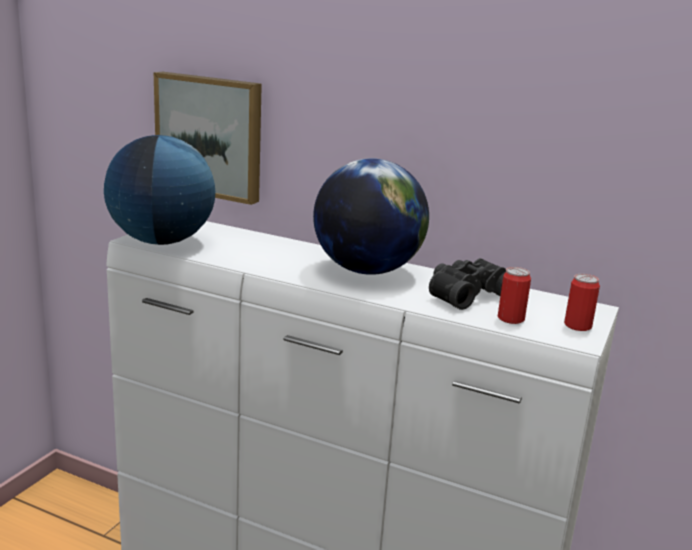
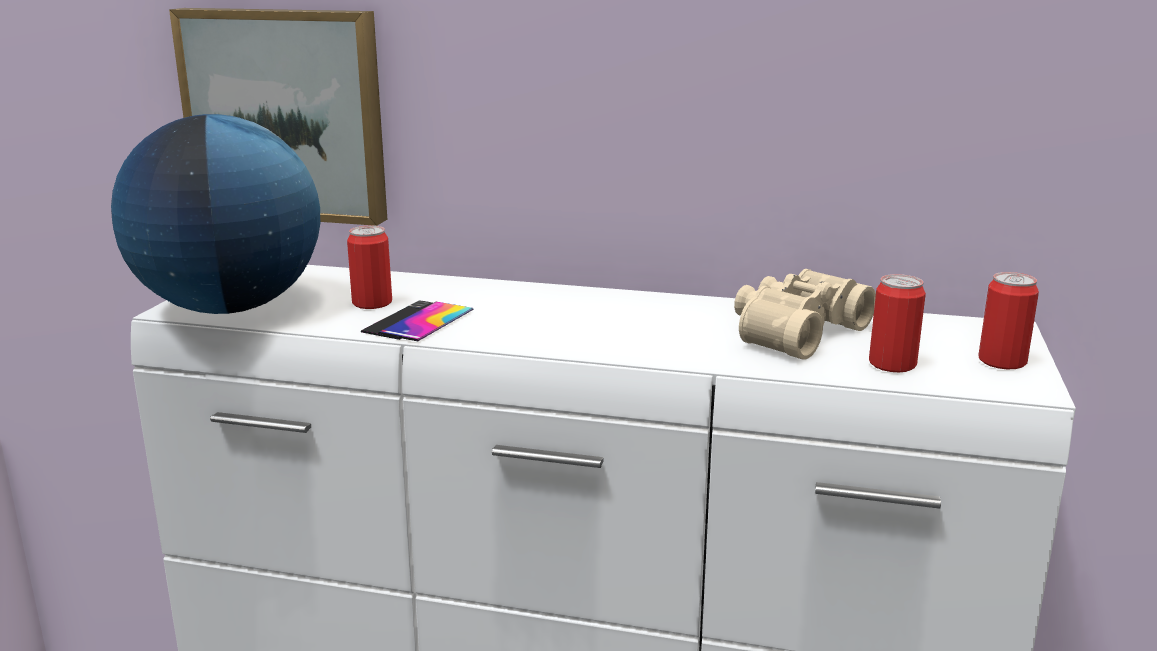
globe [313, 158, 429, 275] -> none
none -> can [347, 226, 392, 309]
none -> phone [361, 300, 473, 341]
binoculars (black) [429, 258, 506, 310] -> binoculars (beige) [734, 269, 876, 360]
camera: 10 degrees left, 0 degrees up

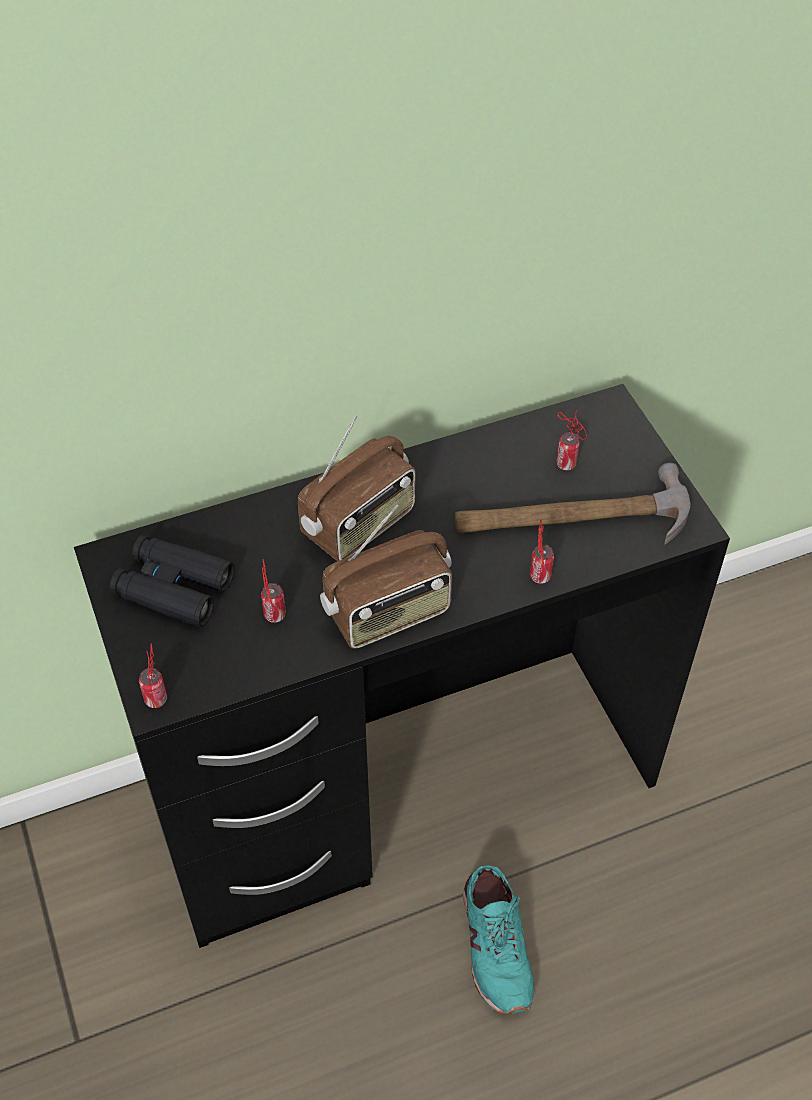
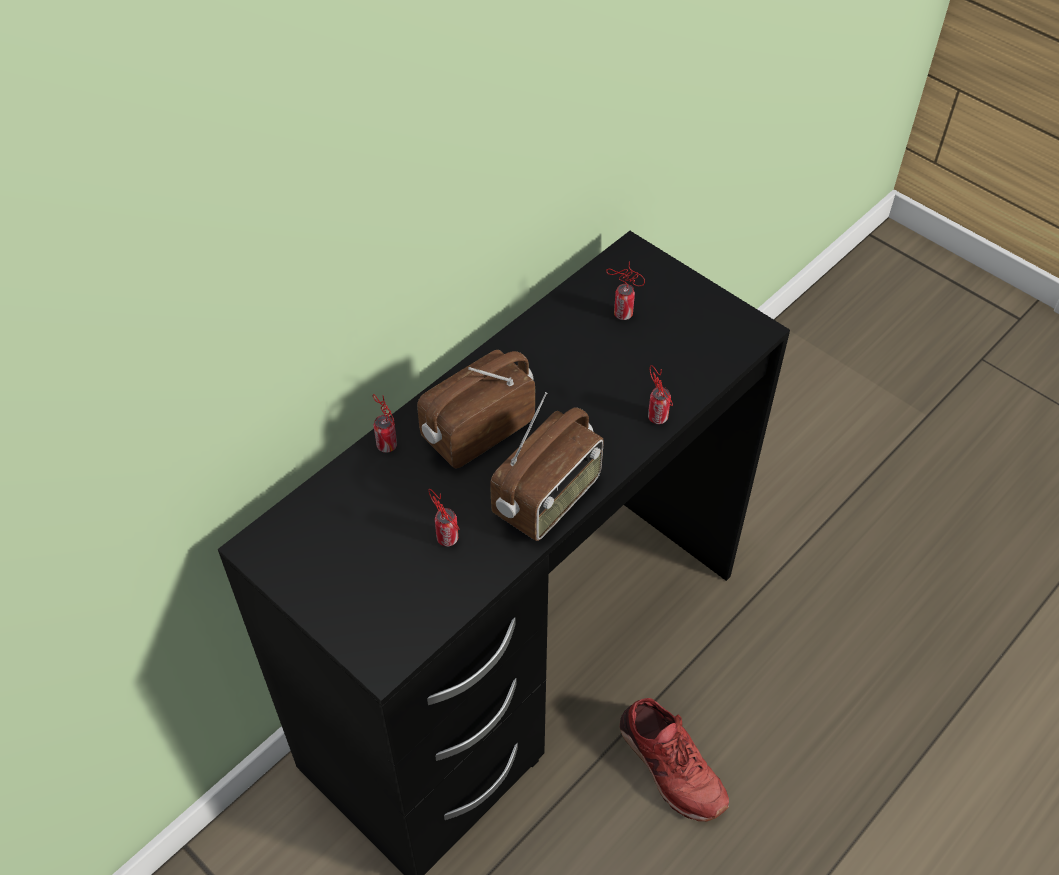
binoculars (black) [109, 535, 235, 627] -> none
hammer [455, 463, 691, 545] -> none
can [139, 643, 167, 708] -> can [373, 394, 397, 453], relocated
shoe (turquoise) [463, 865, 534, 1014] -> shoe (red) [620, 698, 729, 821]
radio [298, 415, 416, 561] -> radio [417, 350, 535, 468], 150 degrees counterclockwise
camera: 25 degrees left, 0 degrees up

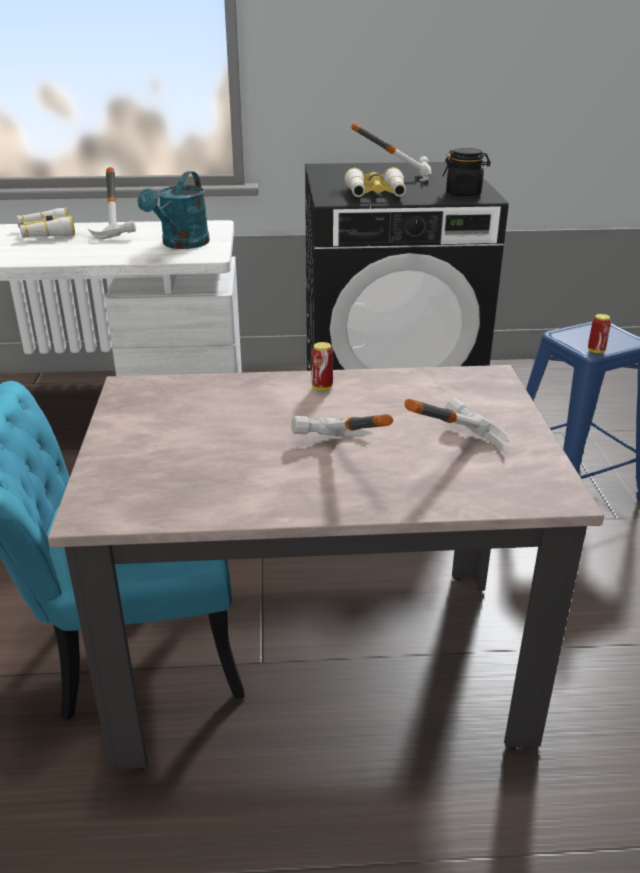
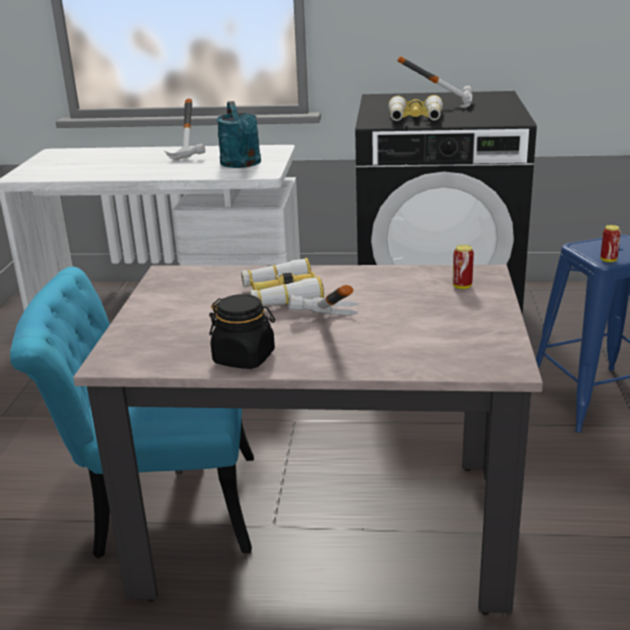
hammer [404, 398, 510, 451] -> none
binoculars [16, 207, 75, 238] -> binoculars [241, 258, 324, 305], relocated
can [311, 342, 333, 391] -> can [453, 245, 474, 289], relocated
jar (black) [443, 148, 491, 196] -> jar (black) [209, 294, 275, 369], relocated
watering can (turquoise) [138, 171, 210, 249] -> watering can (turquoise) [216, 101, 261, 168], 45 degrees counterclockwise
camera: 10 degrees right, 5 degrees down

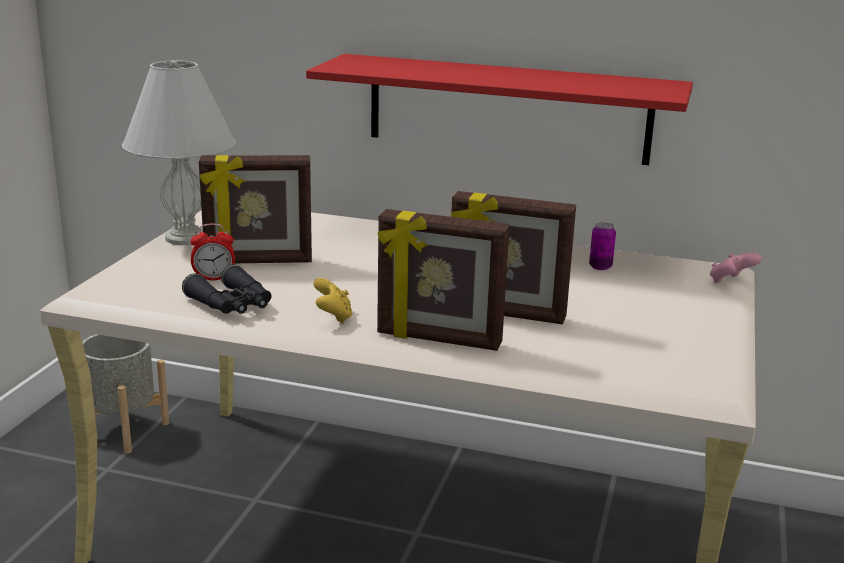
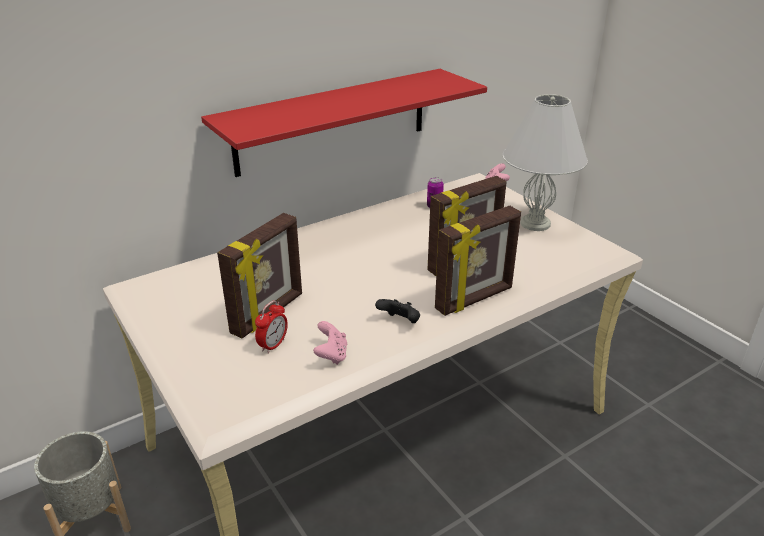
table lamp (white) [122, 60, 236, 245] -> table lamp (white) [503, 94, 588, 231], relocated
binoculars (black) [182, 264, 271, 314] -> game controller (pink) [313, 321, 347, 365]
game controller (yellow) [313, 278, 353, 323] -> game controller (black) [375, 299, 420, 323]
camera: 50 degrees left, 10 degrees up

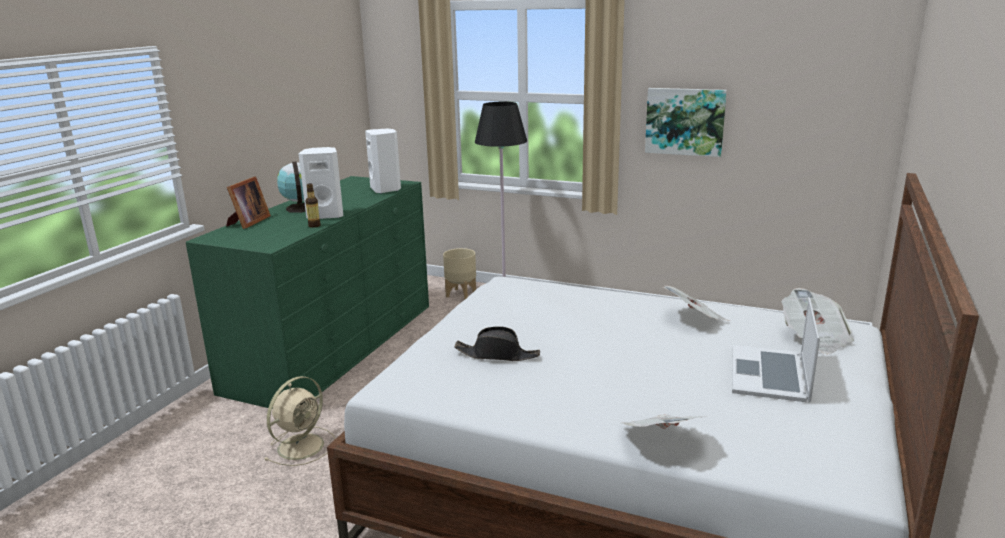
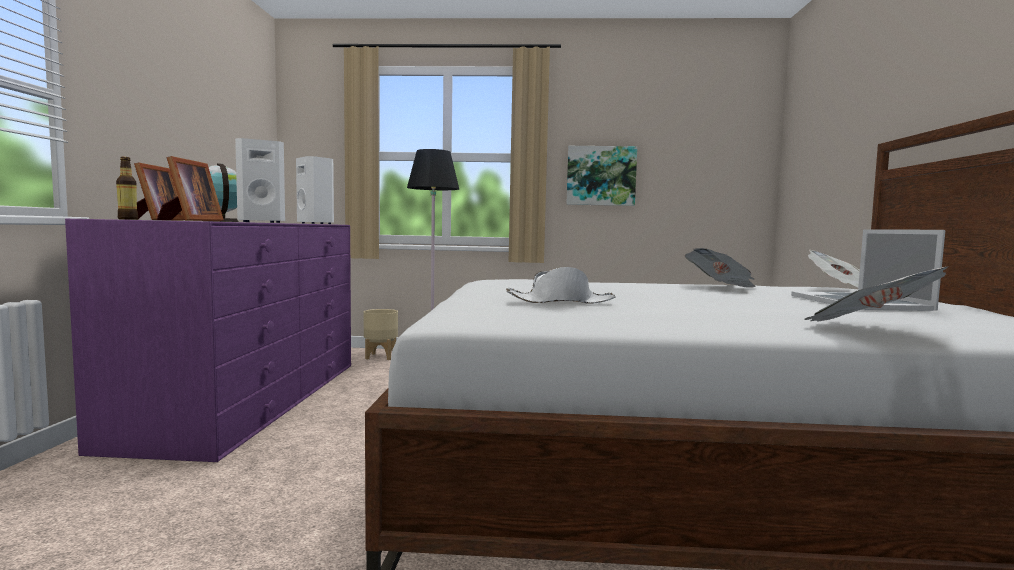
fan (beige) [265, 376, 335, 466] -> none
none -> picture frame [157, 156, 224, 221]
bottle [306, 183, 321, 228] -> bottle [116, 157, 138, 220], relocated
dresser (green) [186, 176, 429, 409] -> dresser (purple) [65, 219, 351, 462]
hat (black) [454, 326, 540, 361] -> hat (white) [506, 267, 616, 304]
camera: 20 degrees left, 15 degrees down

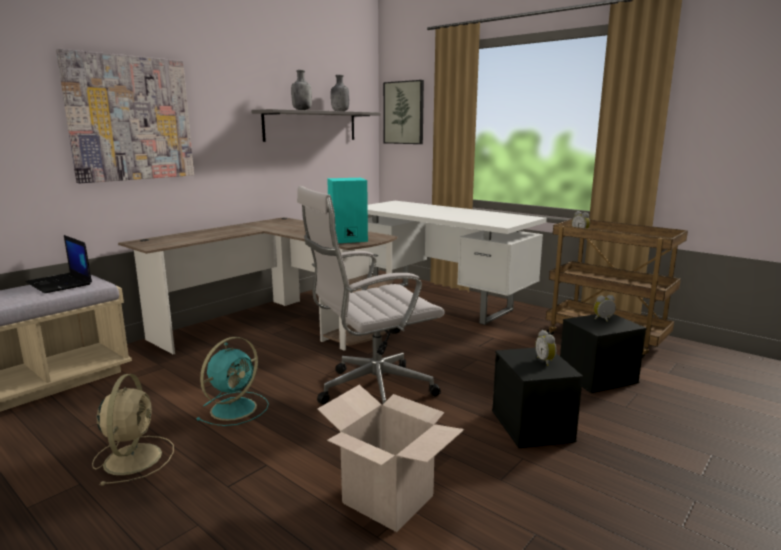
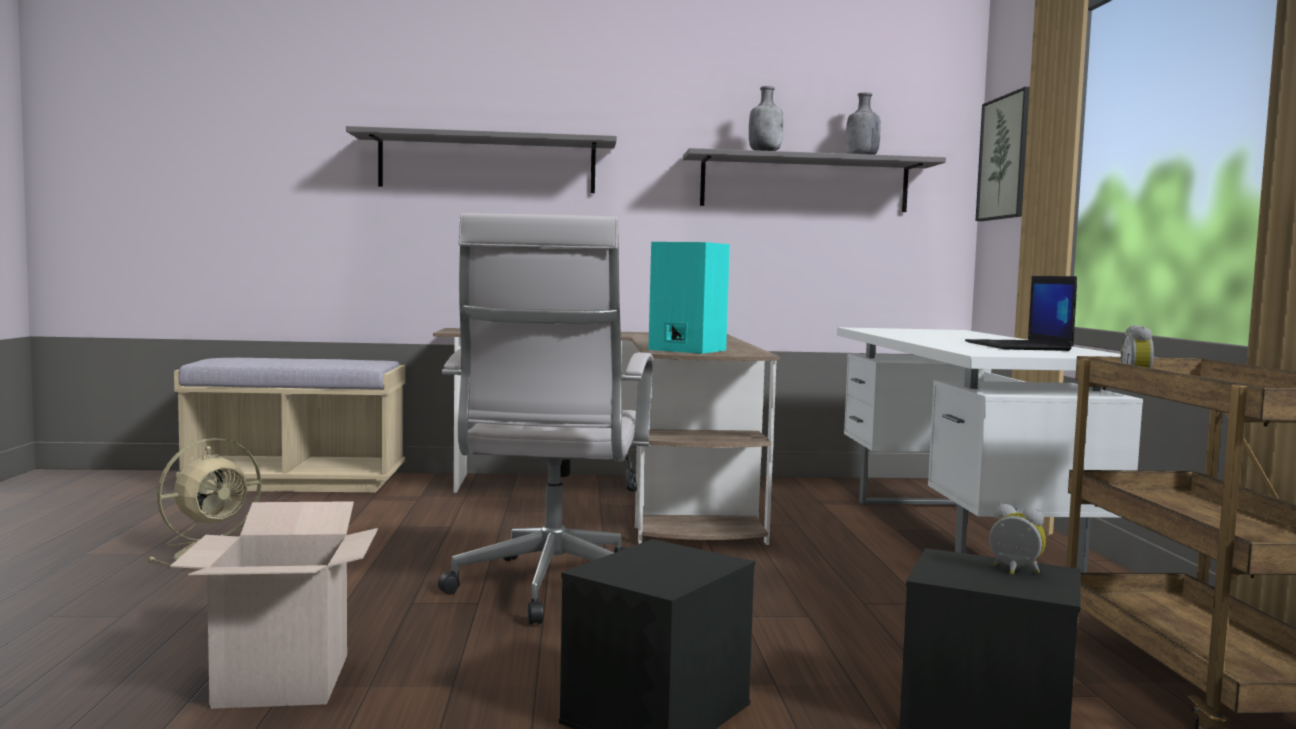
fan (turquoise) [196, 337, 269, 426] -> none
alarm clock [535, 330, 556, 366] -> none
laptop [26, 235, 92, 293] -> laptop [965, 276, 1077, 351], relocated
picture [56, 49, 194, 183] -> shelf (grey) [346, 126, 617, 193]
office chair (white) [297, 186, 445, 405] -> office chair (white) [438, 213, 653, 624], 105 degrees counterclockwise
camera: 45 degrees right, 10 degrees down

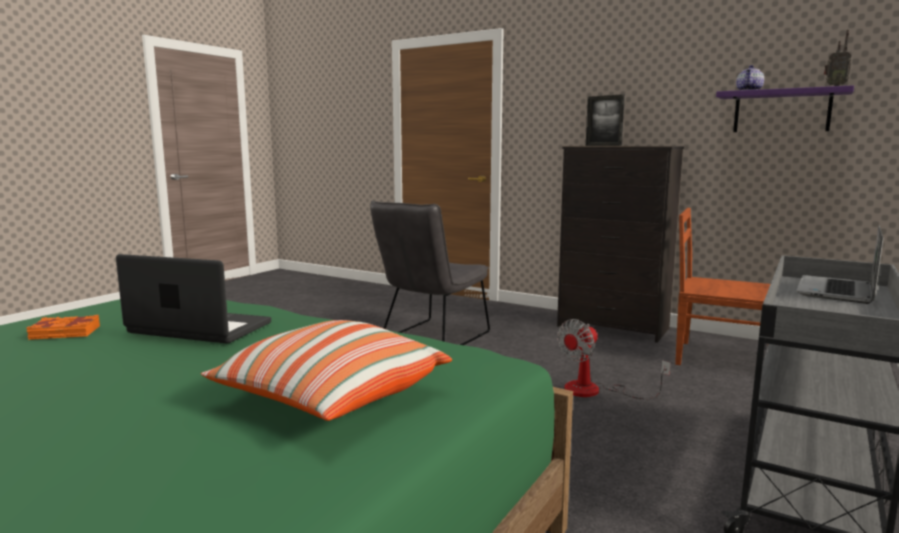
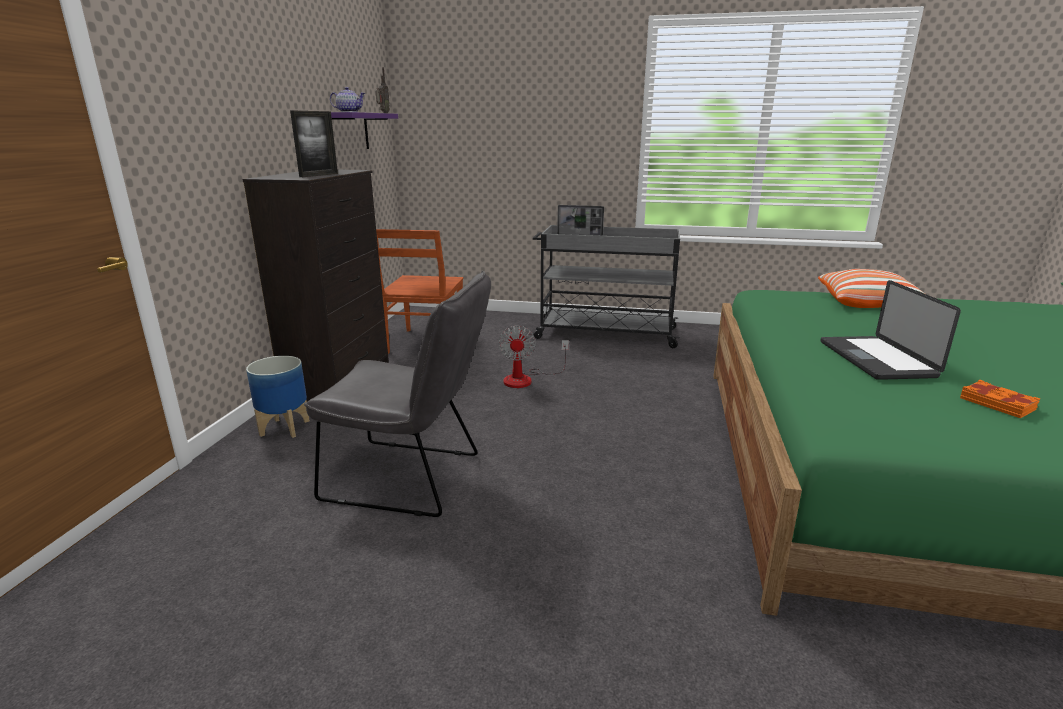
none -> planter [246, 356, 310, 438]
fan [557, 319, 671, 399] -> fan [498, 325, 569, 388], 60 degrees clockwise
camera: 110 degrees left, 10 degrees up

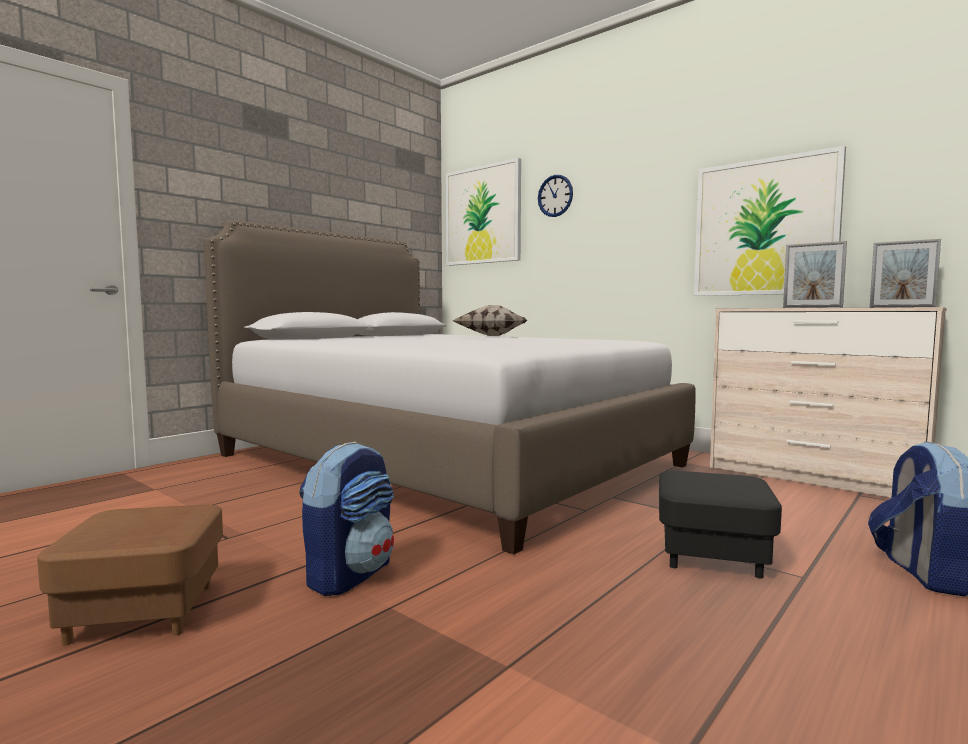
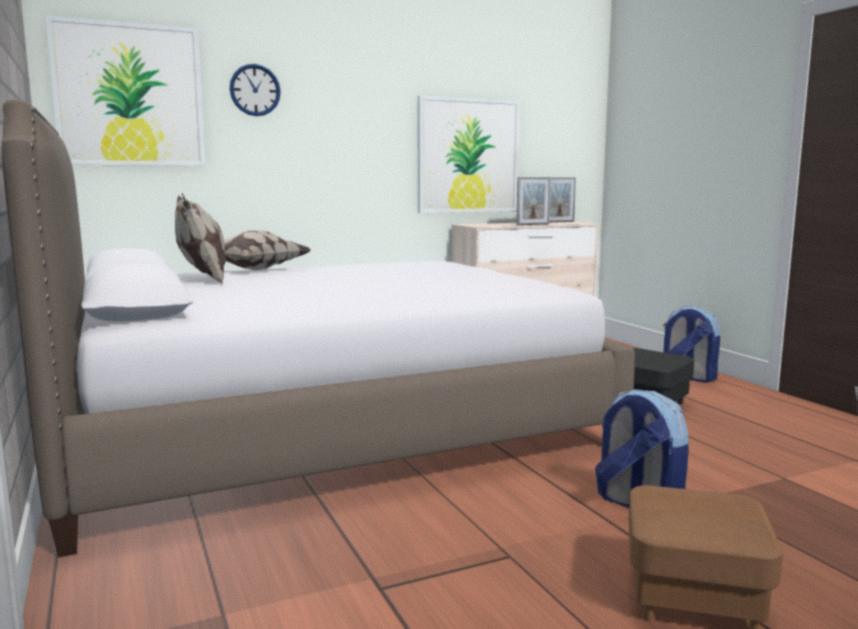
none -> pillow [175, 193, 225, 284]
camera: 65 degrees left, 5 degrees up

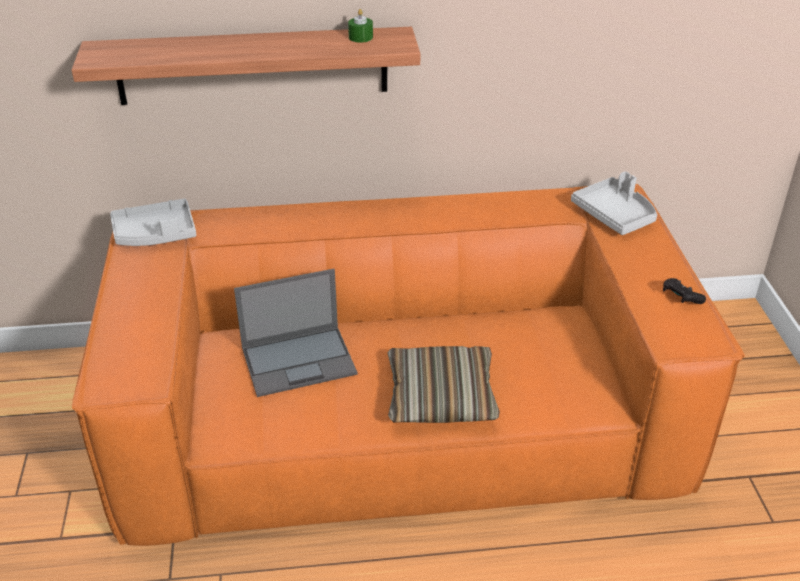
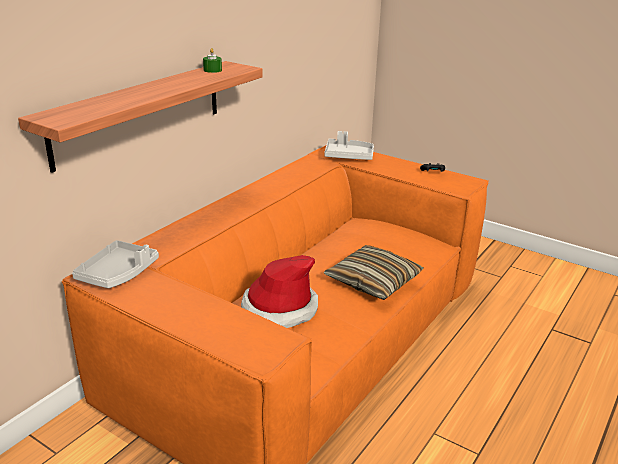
laptop [234, 269, 357, 397] -> hat [241, 255, 318, 328]
camera: 50 degrees left, 10 degrees down

